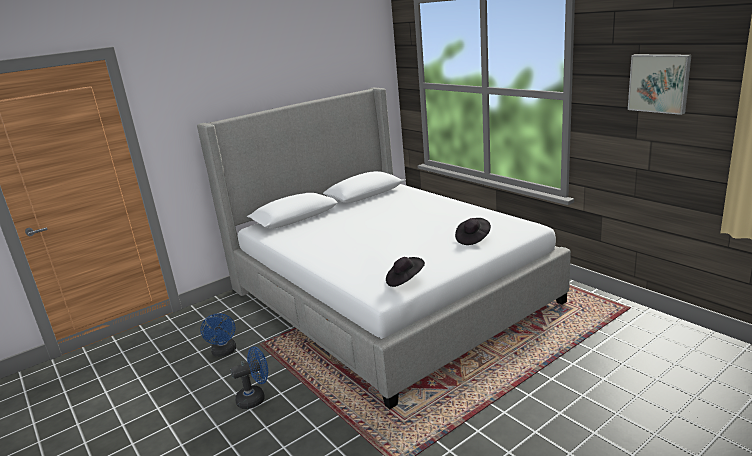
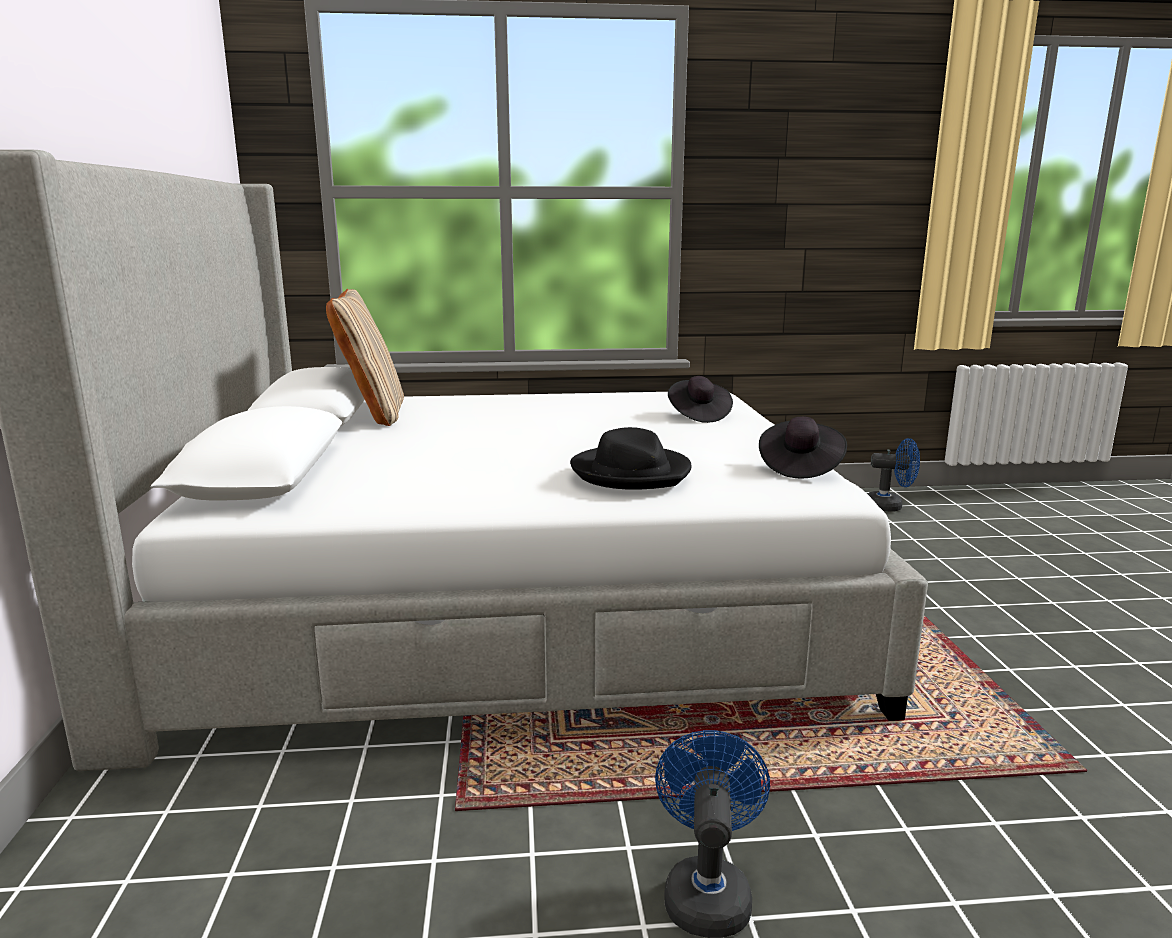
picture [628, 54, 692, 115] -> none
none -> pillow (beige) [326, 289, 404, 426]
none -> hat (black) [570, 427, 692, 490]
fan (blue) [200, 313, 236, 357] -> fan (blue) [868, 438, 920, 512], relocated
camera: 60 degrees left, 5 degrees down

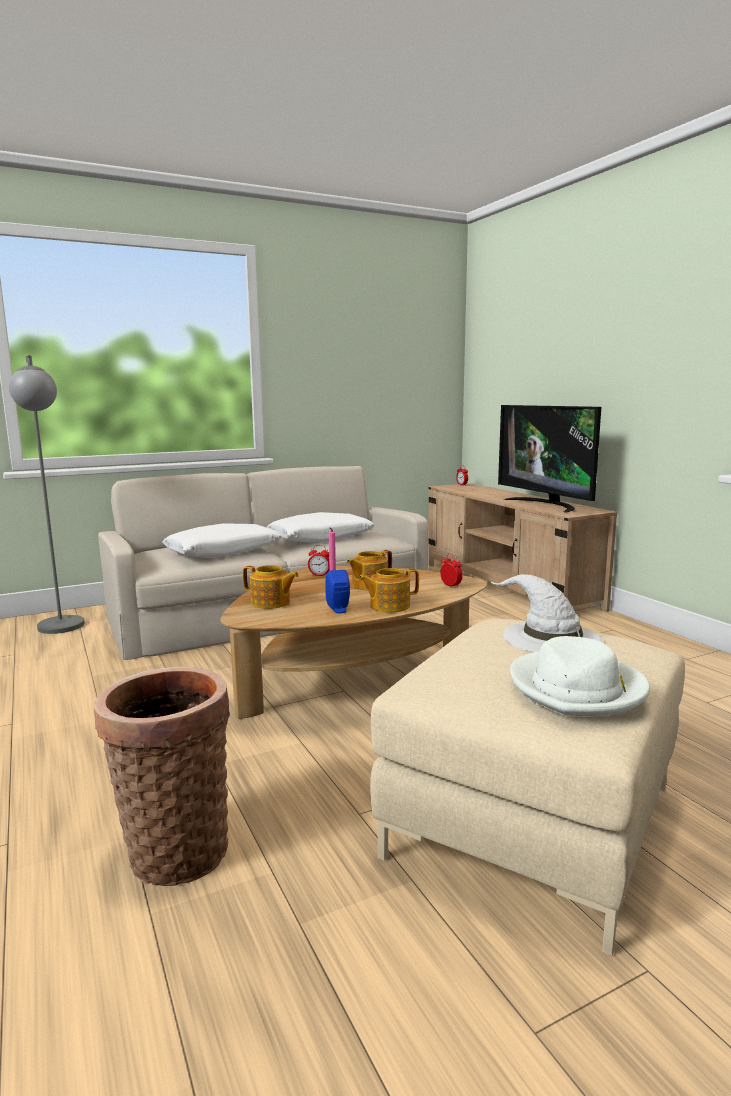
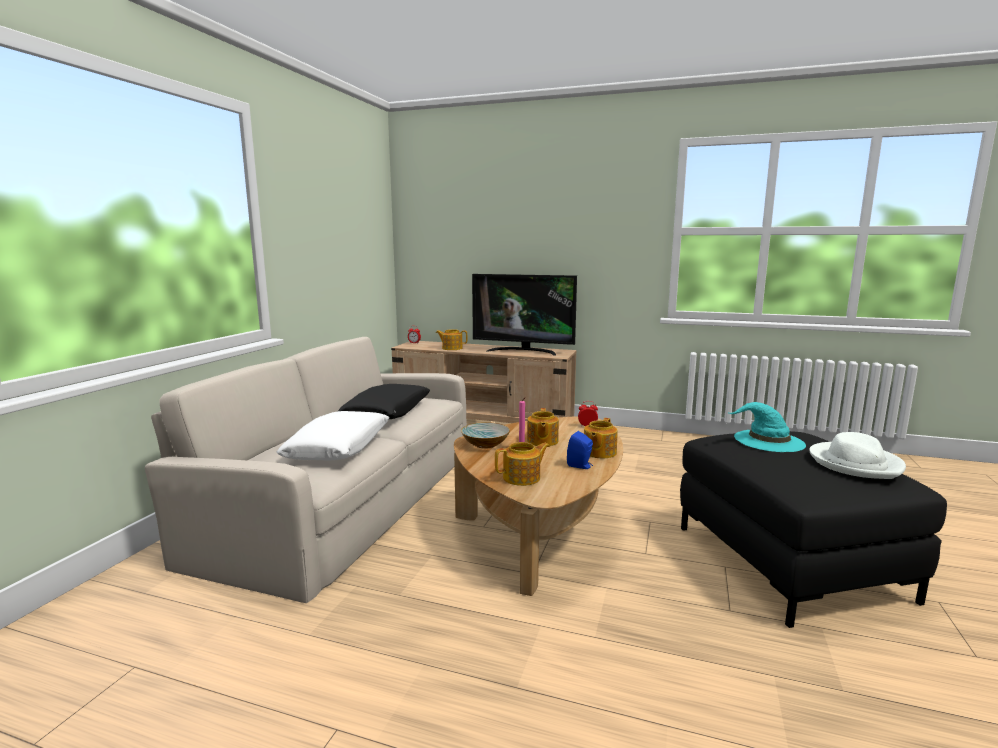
floor lamp (grey) [9, 355, 85, 634] -> none
basket [94, 667, 230, 886] -> none
none -> teapot [436, 329, 467, 350]
alarm clock [308, 545, 329, 576] -> bowl [461, 422, 510, 448]
pillow (white) [266, 512, 374, 543] -> pillow (black) [337, 384, 430, 419]
ottoman (beige) [370, 619, 685, 956] -> ottoman (black) [680, 431, 947, 628]
hat (white) [490, 574, 604, 653] -> hat (turquoise) [727, 402, 806, 452]
camera: 45 degrees left, 0 degrees up

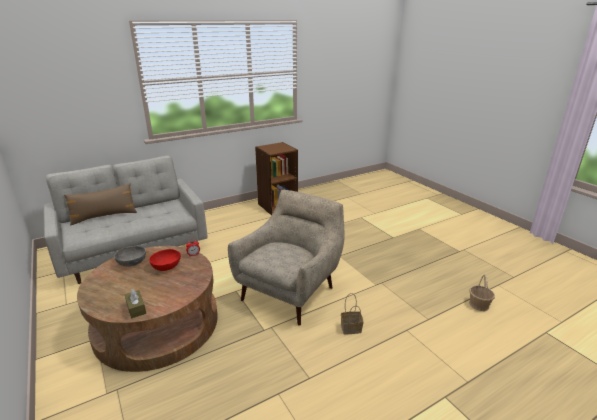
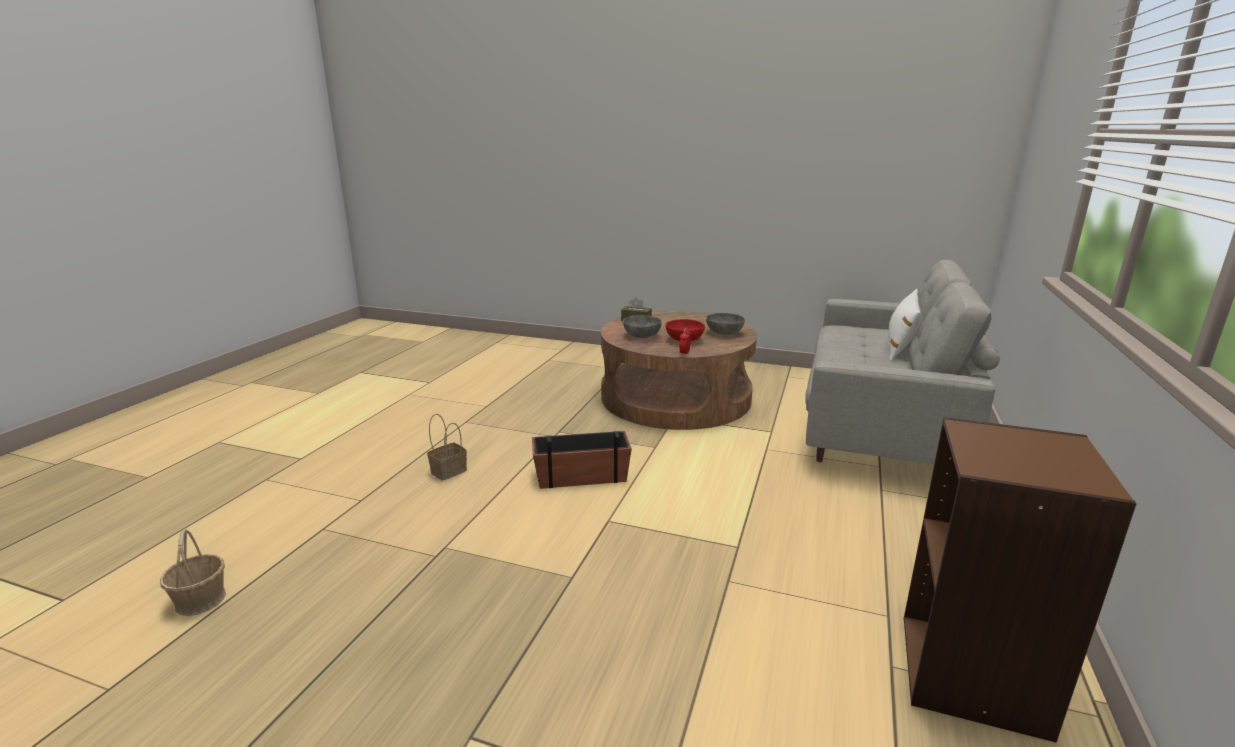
none -> bowl (grey) [623, 315, 662, 338]
armchair (beige) [228, 190, 345, 326] -> planter [532, 431, 632, 489]
pillow (brown) [64, 183, 137, 226] -> pillow (white) [888, 289, 922, 361]
camera: 140 degrees right, 5 degrees down

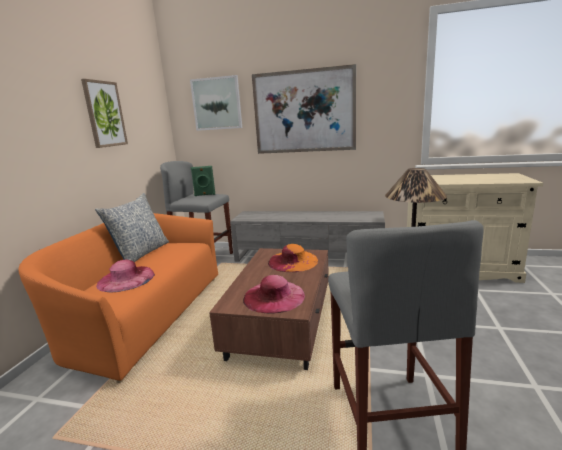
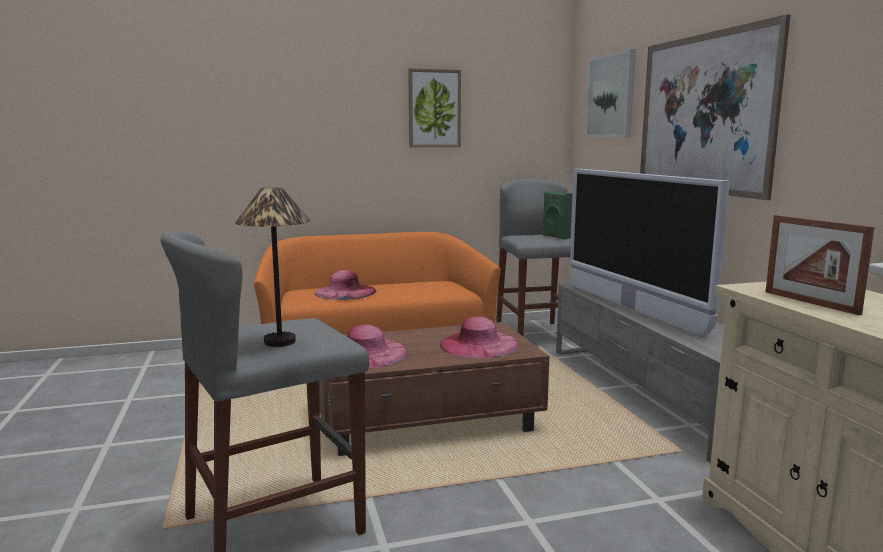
pillow [95, 193, 169, 262] -> none
none -> television [570, 169, 730, 336]
none -> picture frame [765, 215, 874, 315]
hat (orange) [268, 244, 318, 272] -> hat (pink) [440, 316, 518, 358]
camera: 60 degrees right, 5 degrees down

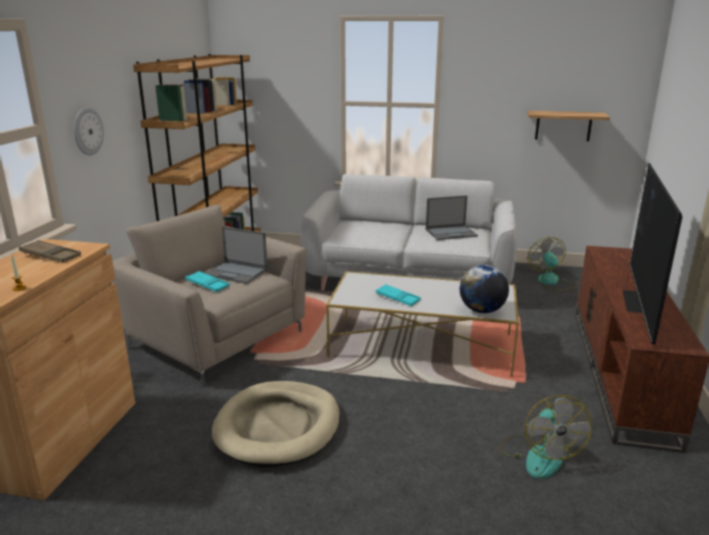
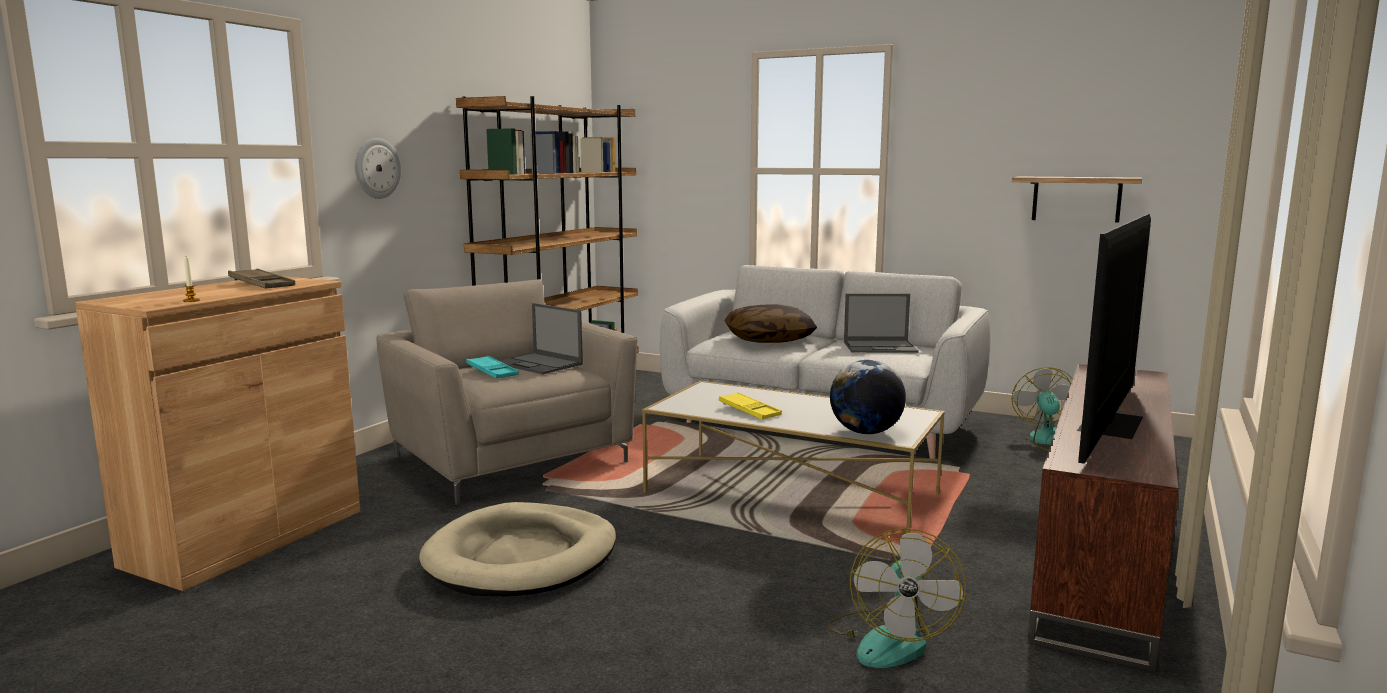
none -> pillow [724, 304, 817, 343]
tray (turquoise) [376, 284, 421, 306] -> tray (yellow) [719, 392, 782, 419]
camera: 15 degrees right, 10 degrees down

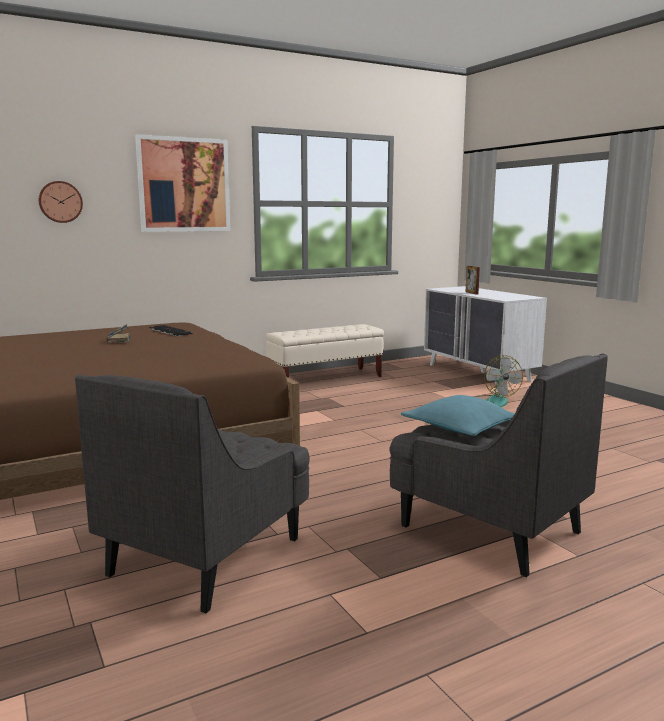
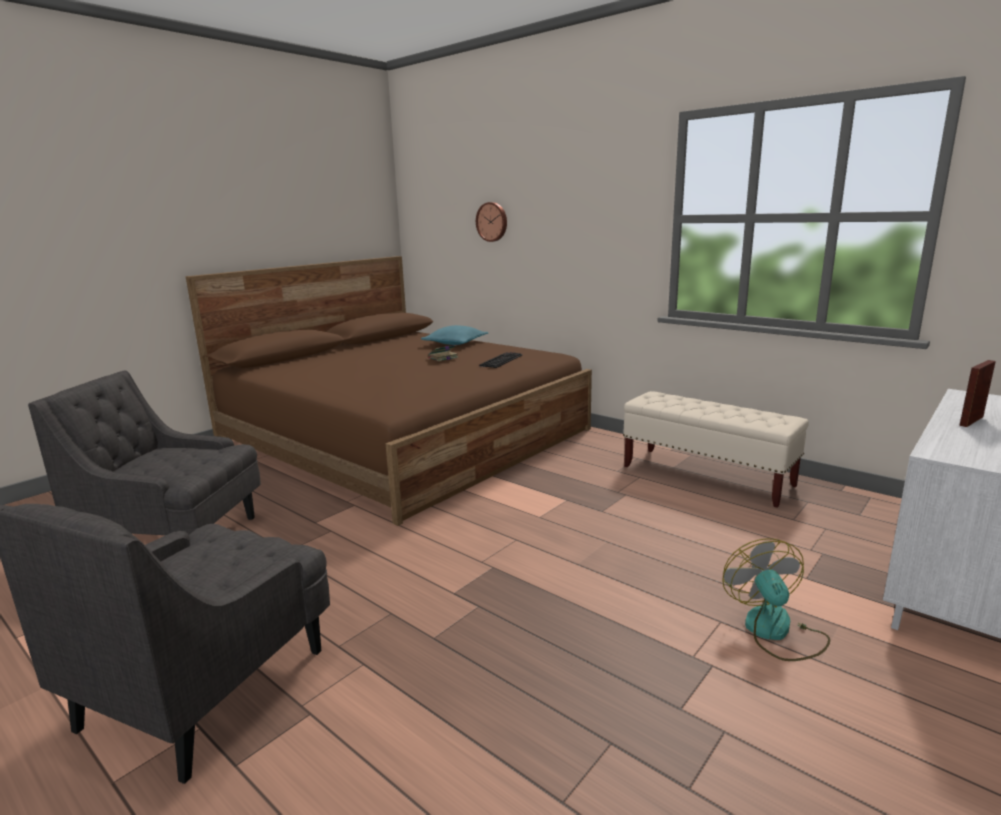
picture [135, 134, 230, 232] -> none
pillow (turquoise) [401, 395, 515, 436] -> pillow (turquoise) [421, 325, 488, 345], relocated
fan [476, 355, 523, 407] -> fan [722, 538, 830, 661], 120 degrees clockwise
camera: 70 degrees right, 5 degrees up

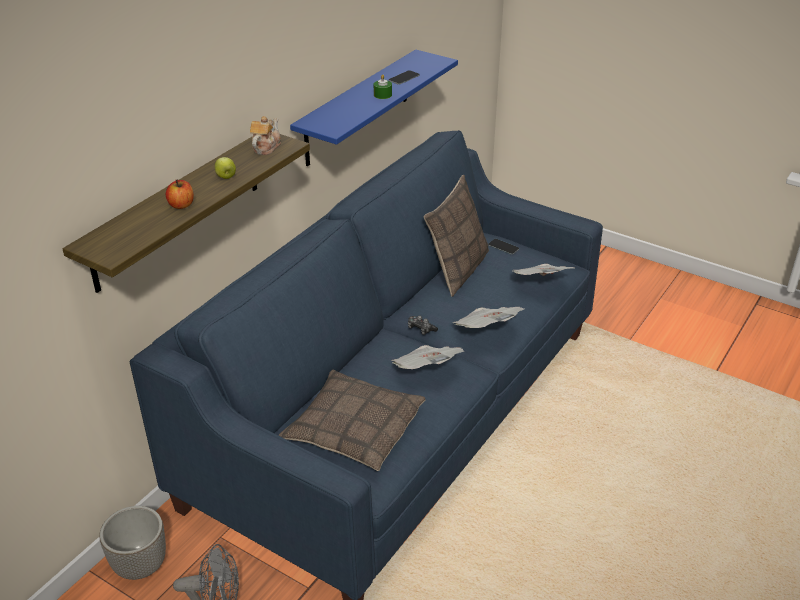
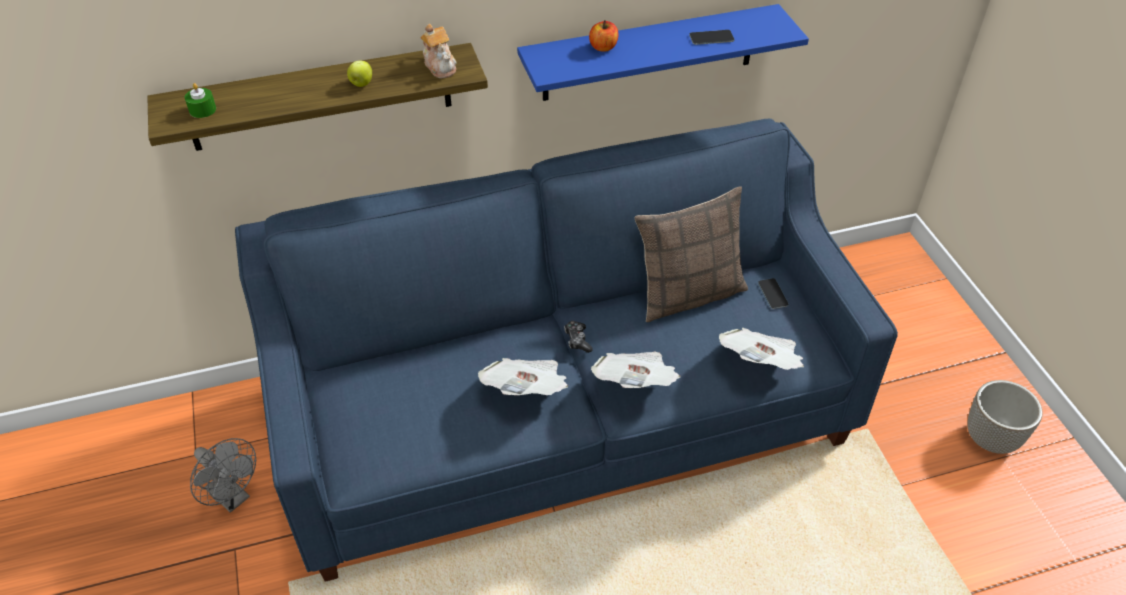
pillow [279, 370, 425, 471] -> none
planter [99, 506, 166, 580] -> planter [967, 380, 1043, 454], relocated
apple [166, 180, 194, 209] -> apple [589, 20, 619, 52], relocated
candle (green) [374, 74, 392, 99] -> candle (green) [185, 83, 216, 118], relocated
teapot [250, 116, 281, 155] -> teapot [420, 24, 457, 78], 90 degrees clockwise
camera: 40 degrees right, 10 degrees up

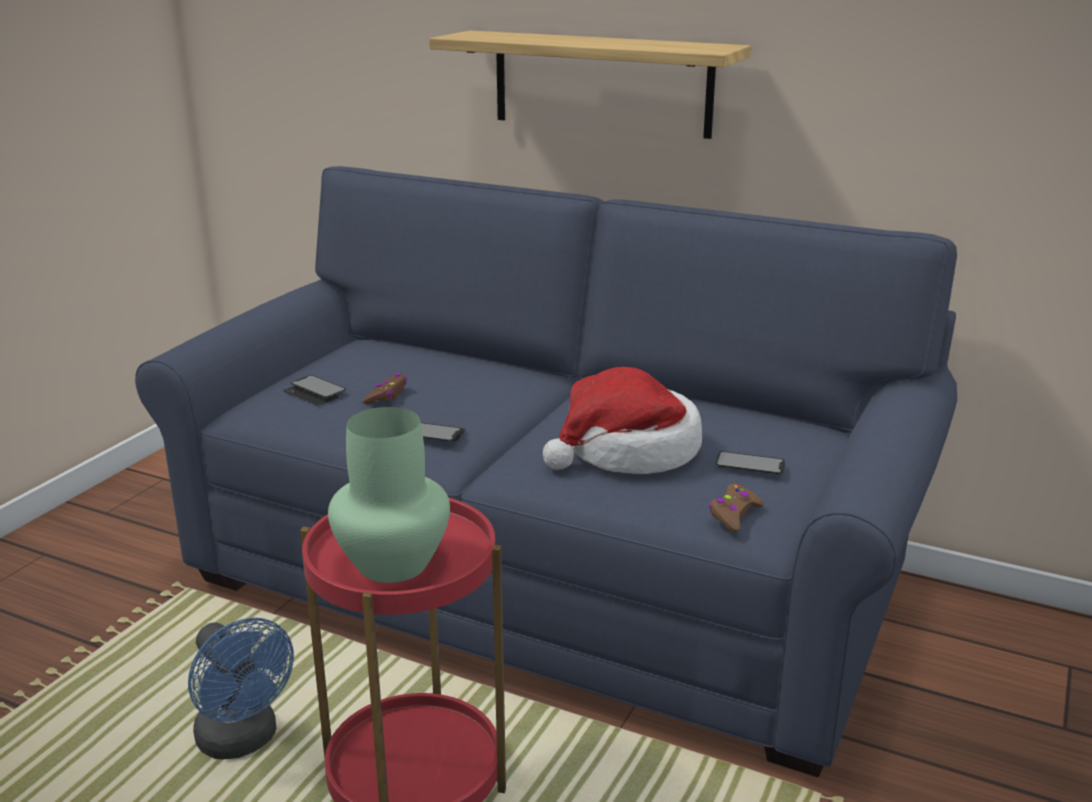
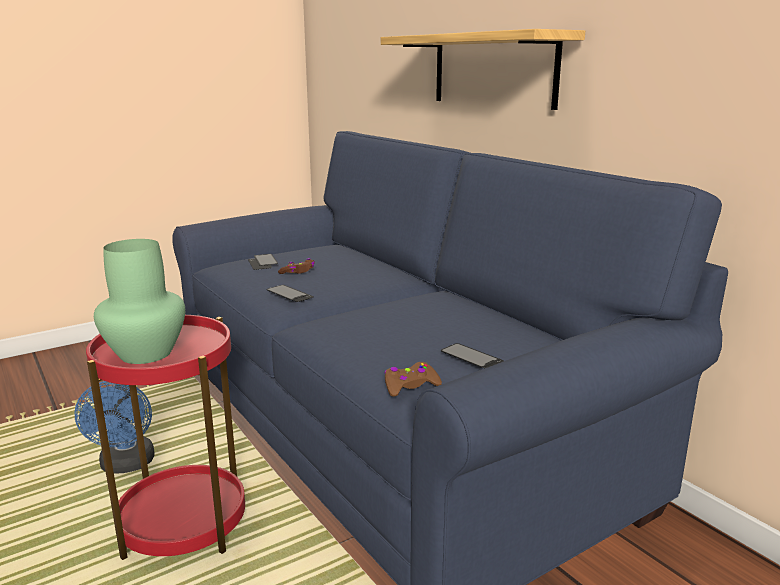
hat [543, 367, 702, 474] -> none
camera: 30 degrees right, 5 degrees down

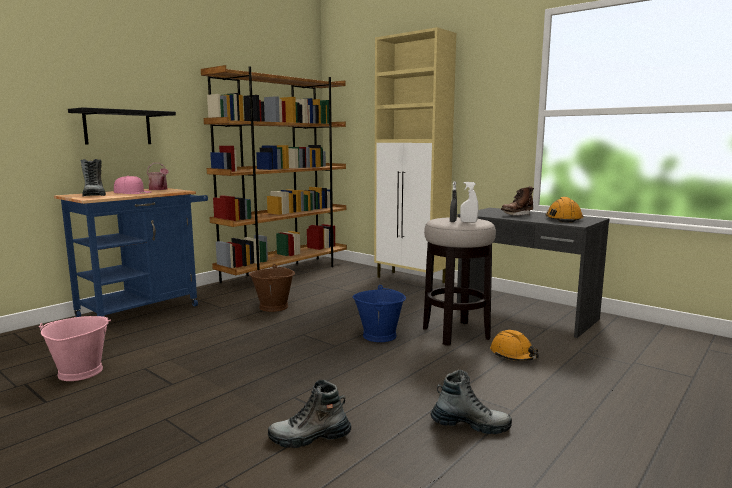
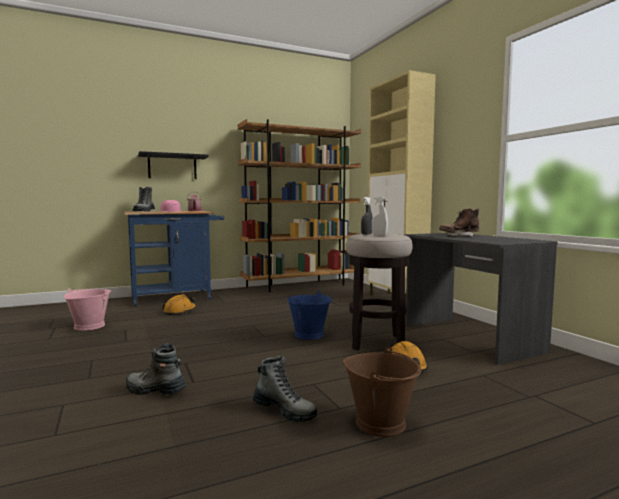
bucket (brown) [249, 264, 295, 312] -> bucket (brown) [343, 346, 421, 437], relocated
hard hat (orange) [545, 197, 584, 222] -> hard hat (orange) [163, 294, 196, 315], relocated
camera: 25 degrees right, 5 degrees down

